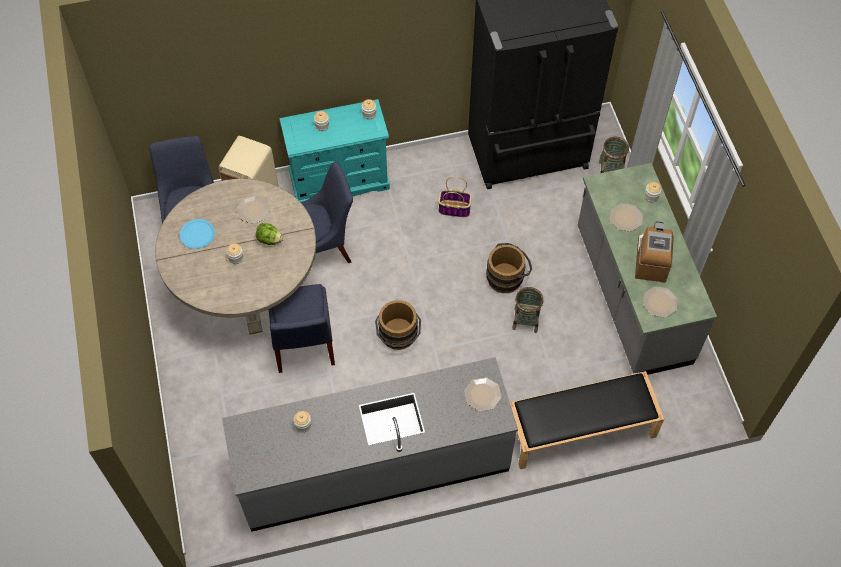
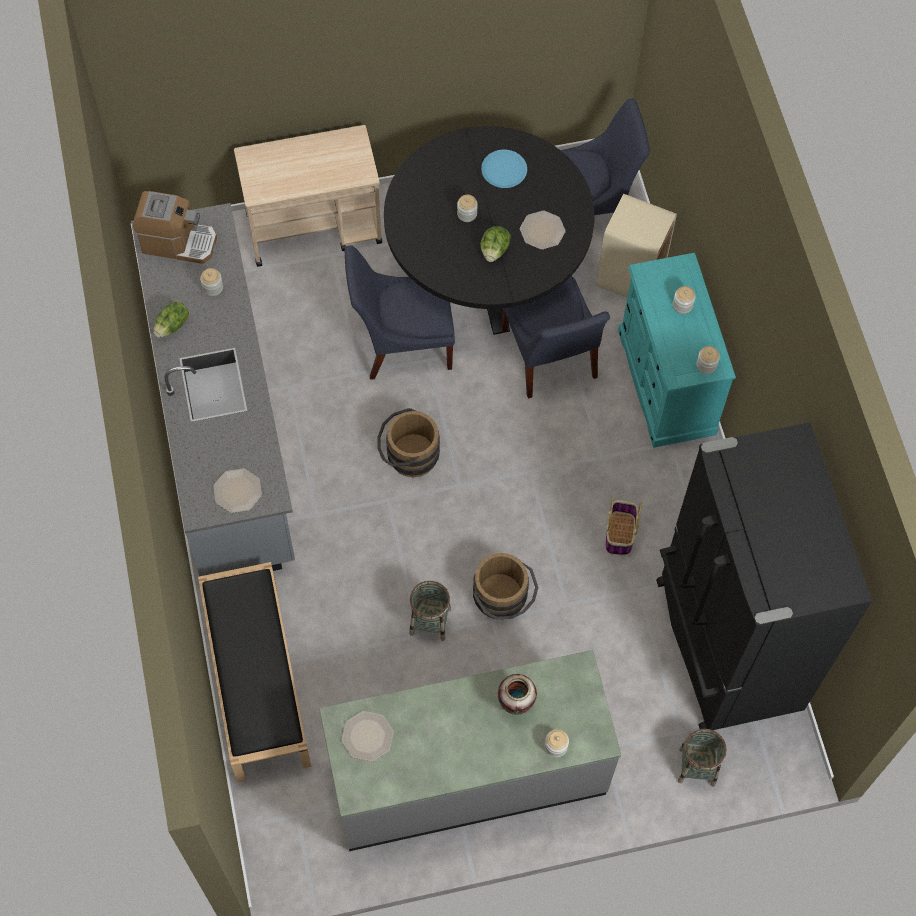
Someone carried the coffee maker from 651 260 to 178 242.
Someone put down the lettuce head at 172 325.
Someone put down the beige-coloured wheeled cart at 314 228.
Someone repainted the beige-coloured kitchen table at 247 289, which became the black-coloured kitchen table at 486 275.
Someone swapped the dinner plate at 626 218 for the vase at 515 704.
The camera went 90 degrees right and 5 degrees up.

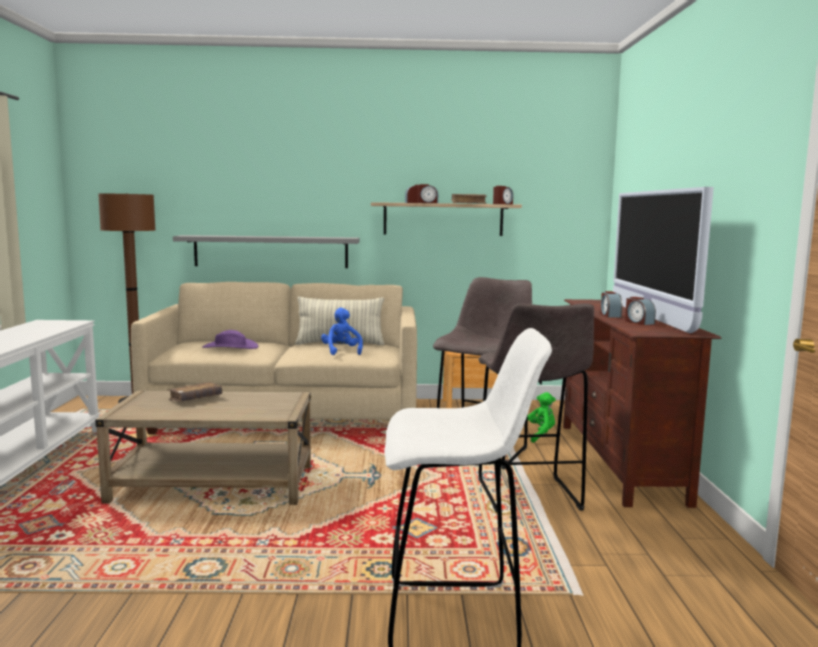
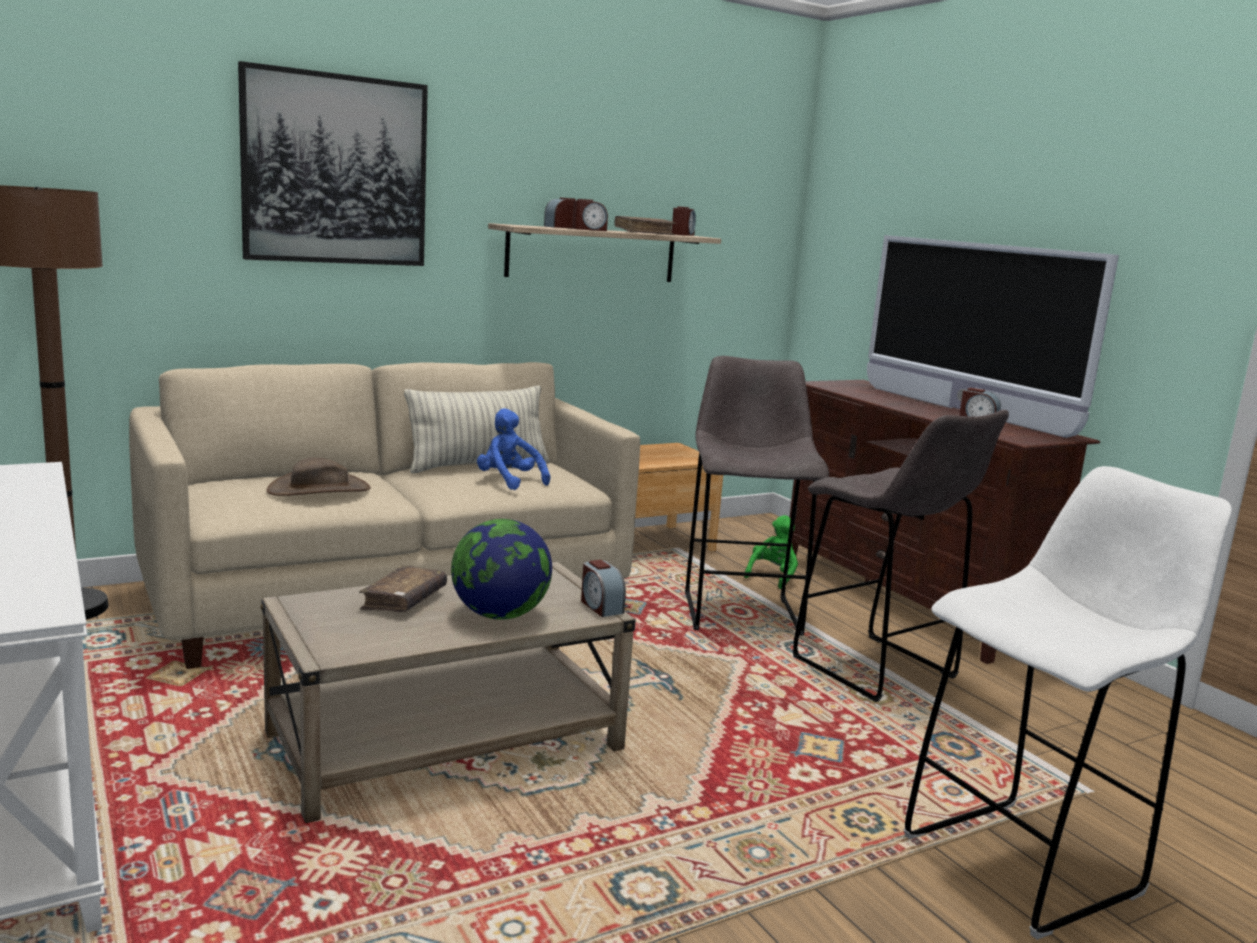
Someone put up the picture at 335 170.
Someone repainted the purplish hat at 230 347, which became the brownish hat at 319 490.
Someone put down the desk globe at 499 615.
Someone carried the bedside clock from 610 315 to 600 606.
Someone took away the grey wall shelf at 271 251.
The camera went 30 degrees left and 5 degrees up.

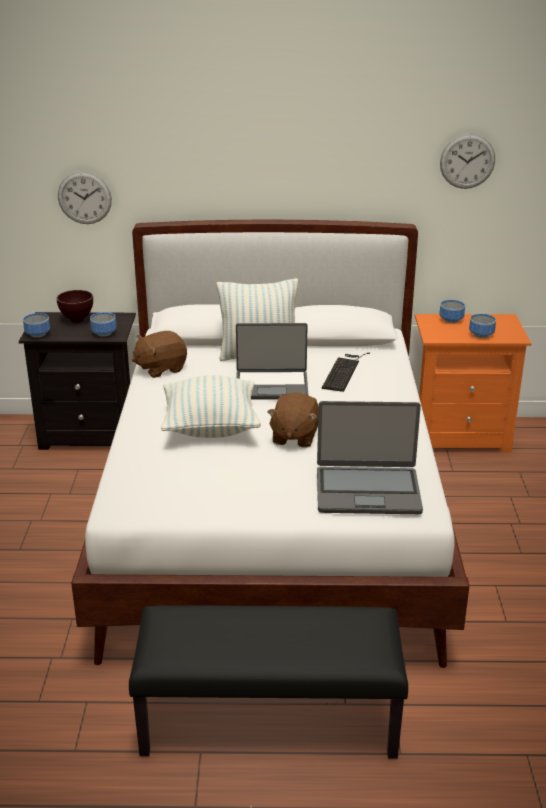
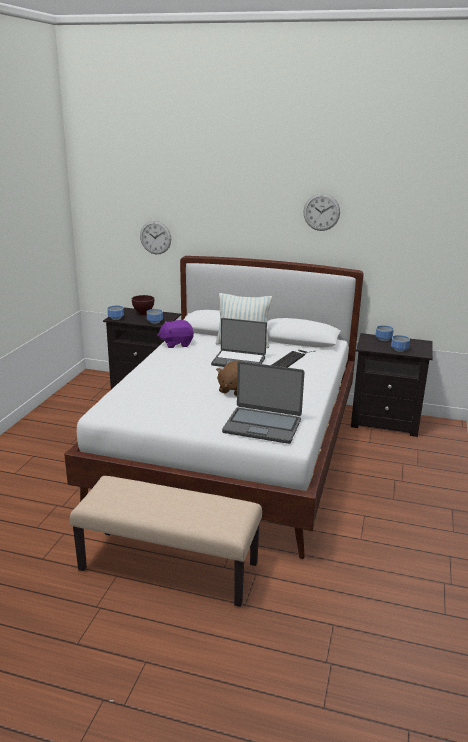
Someone repainted the black-coloured bench at 270 719, which became the beige-coloured bench at 169 566.
Someone repainted the brownish soft toy at 160 368, which became the purplish soft toy at 176 344.
Someone carried the clock on the wall from 467 161 to 321 212.
Someone repainted the orange-coloured nightstand at 460 435, which became the black-coloured nightstand at 385 421.
Someone took away the pillow at 210 428.
The camera went 15 degrees right and 5 degrees down.

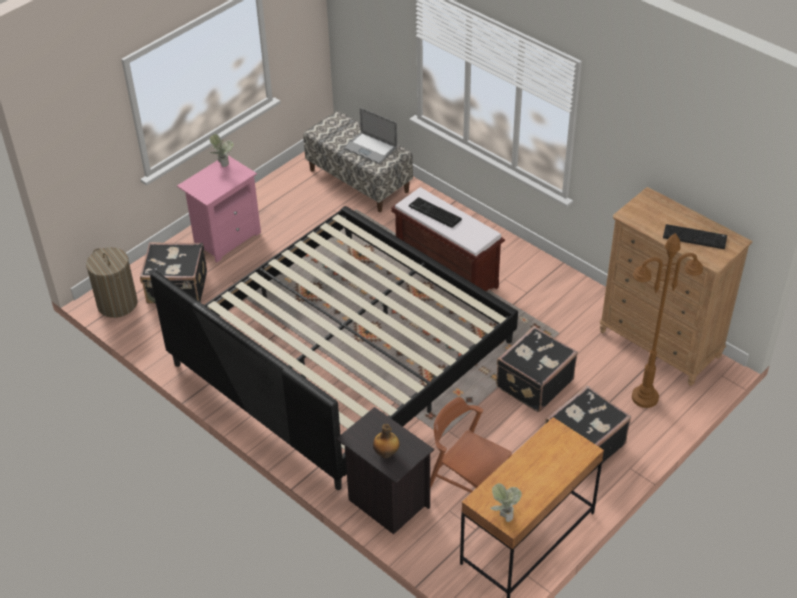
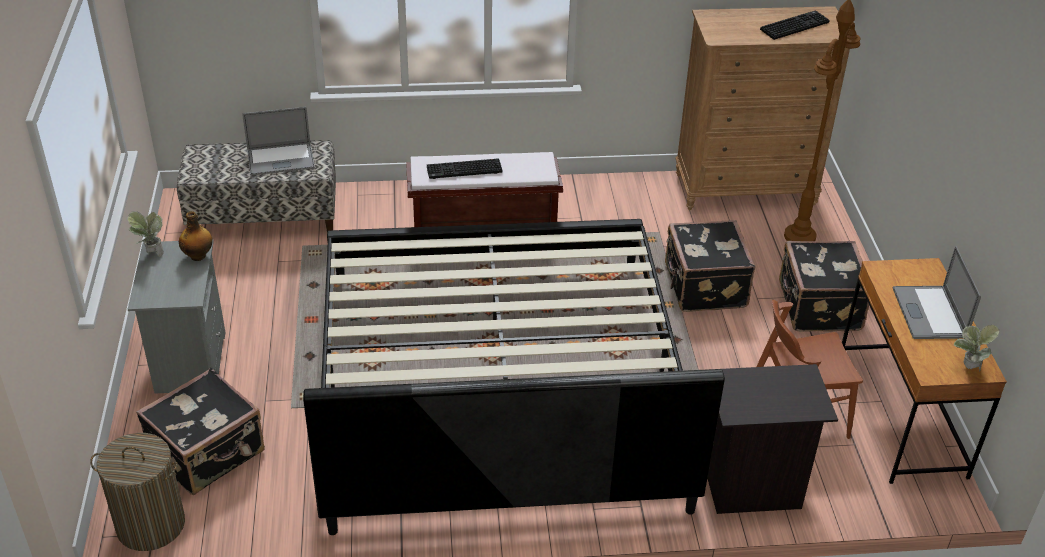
Someone repainted the pink-coloured nightstand at 226 238, which became the grey nightstand at 189 363.
Someone carried the bottle from 386 453 to 198 256.
Someone put down the laptop at 929 313.
The camera went 50 degrees left and 5 degrees down.

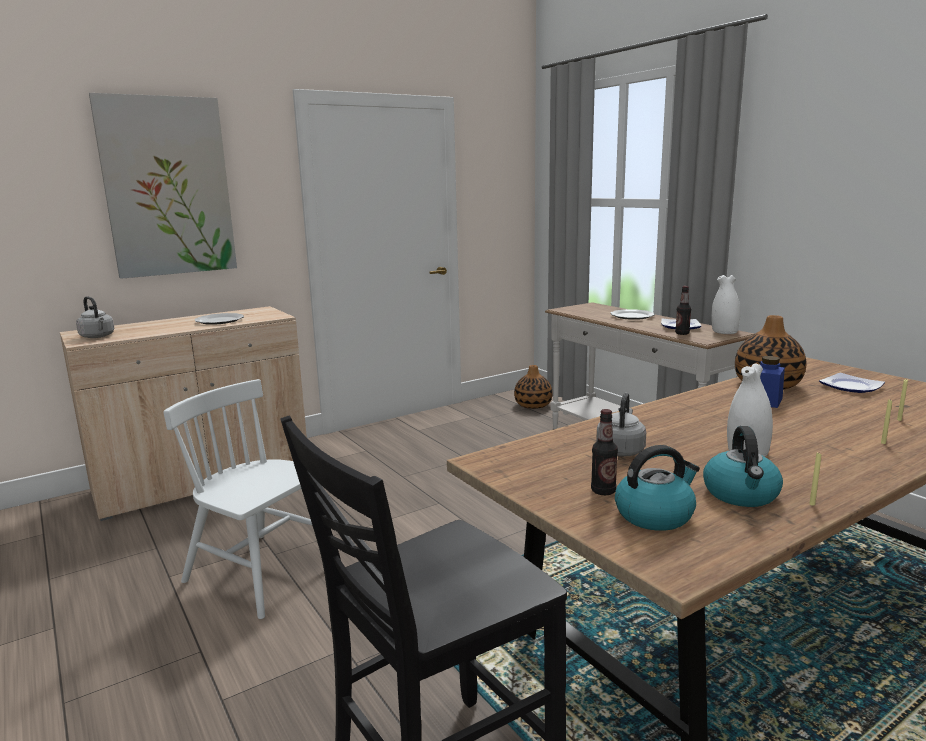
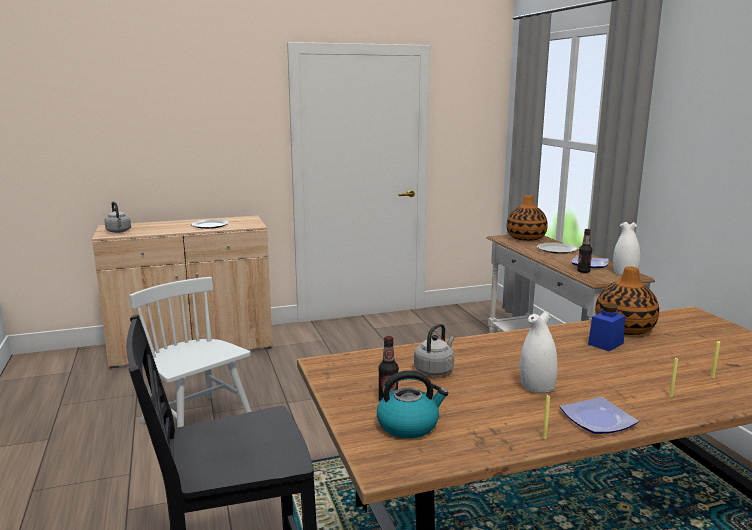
Someone carried the vase from 533 405 to 526 238.
Someone carried the dinner plate from 850 386 to 597 419.
Someone took away the picture at 167 187.
Someone took away the kettle at 741 494.
The camera went 15 degrees right and 0 degrees up.

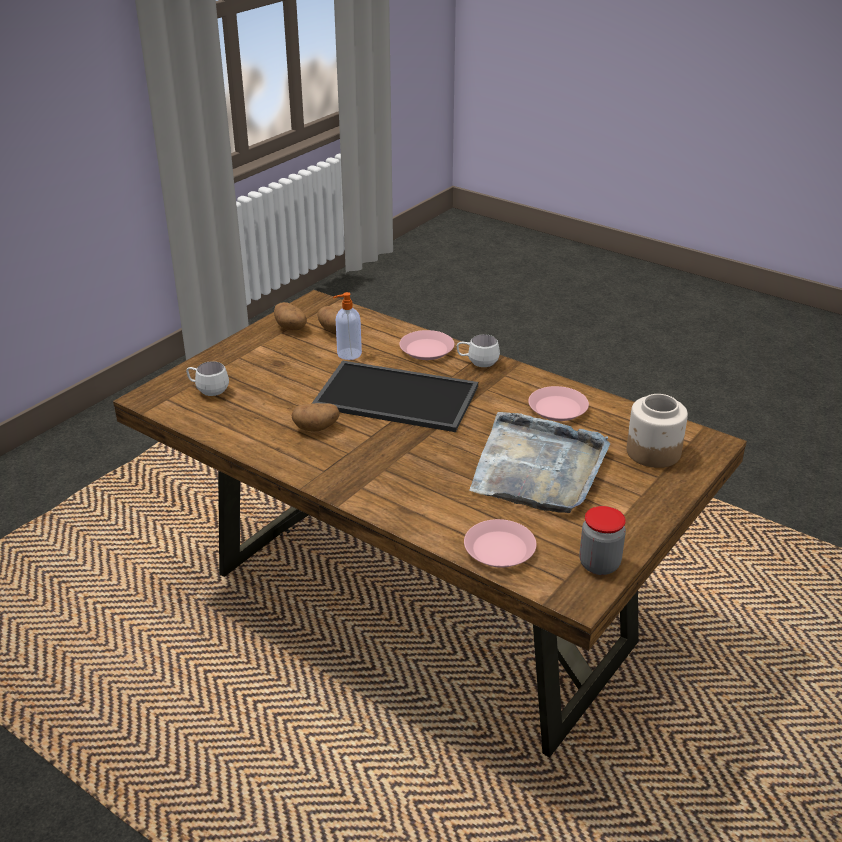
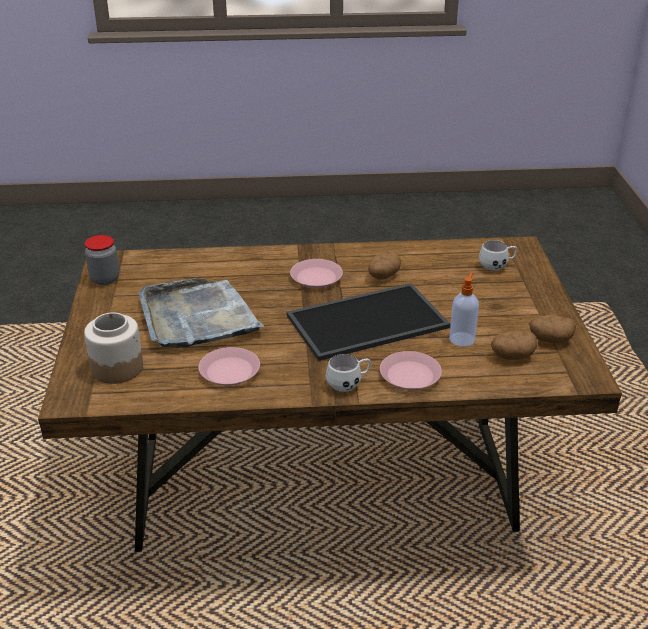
Someone carried the pink-coloured dinner plate from 499 549 to 316 277.
The camera went 140 degrees right and 0 degrees up.

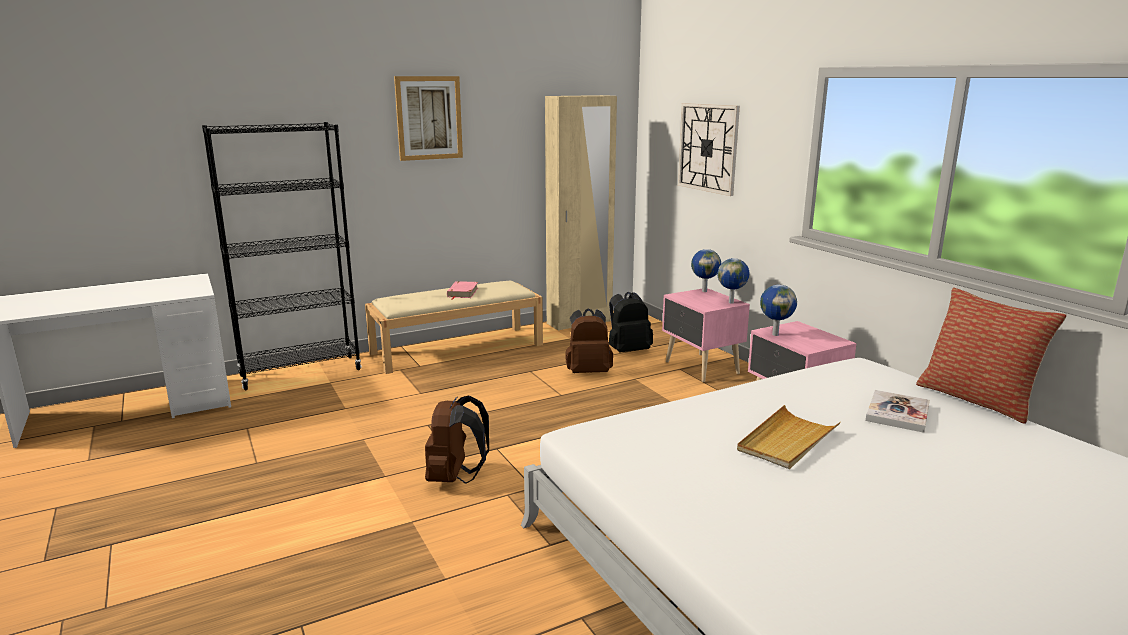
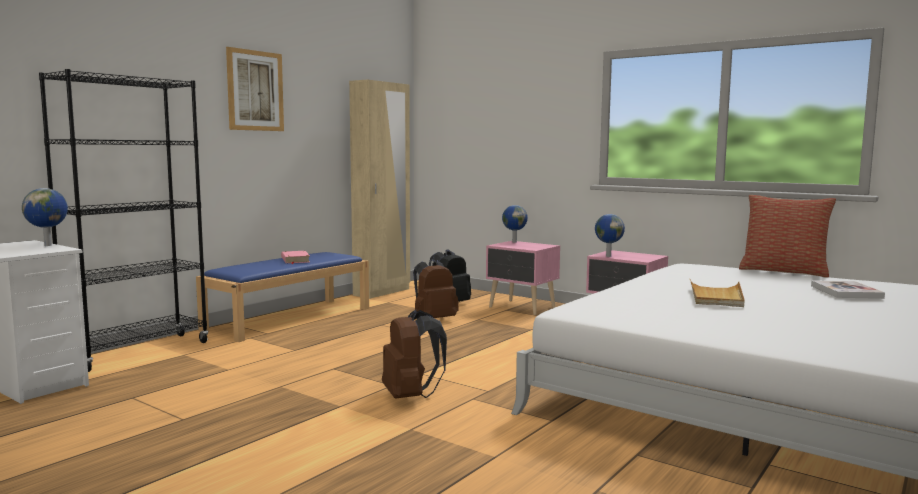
Someone carried the desk globe from 731 302 to 49 245.
Someone repainted the beige-coloured bench at 458 348, which became the blue bench at 290 318.
Someone carried the volume from 897 413 to 846 292.
Someone took away the clock on the wall at 708 148.
The camera went 25 degrees left and 10 degrees down.

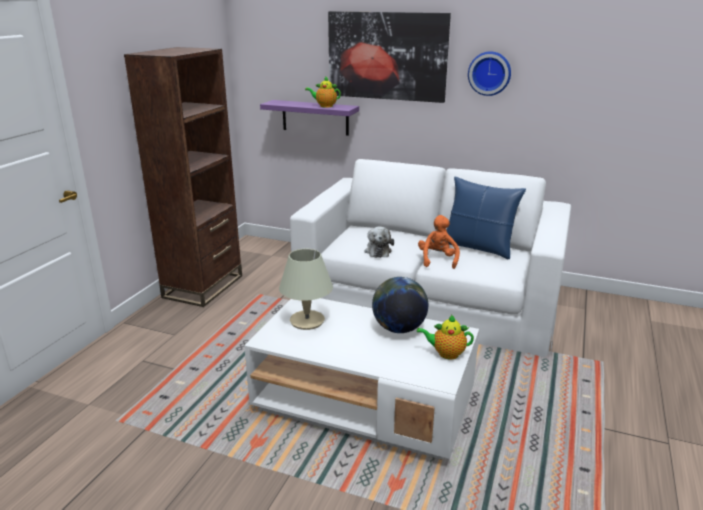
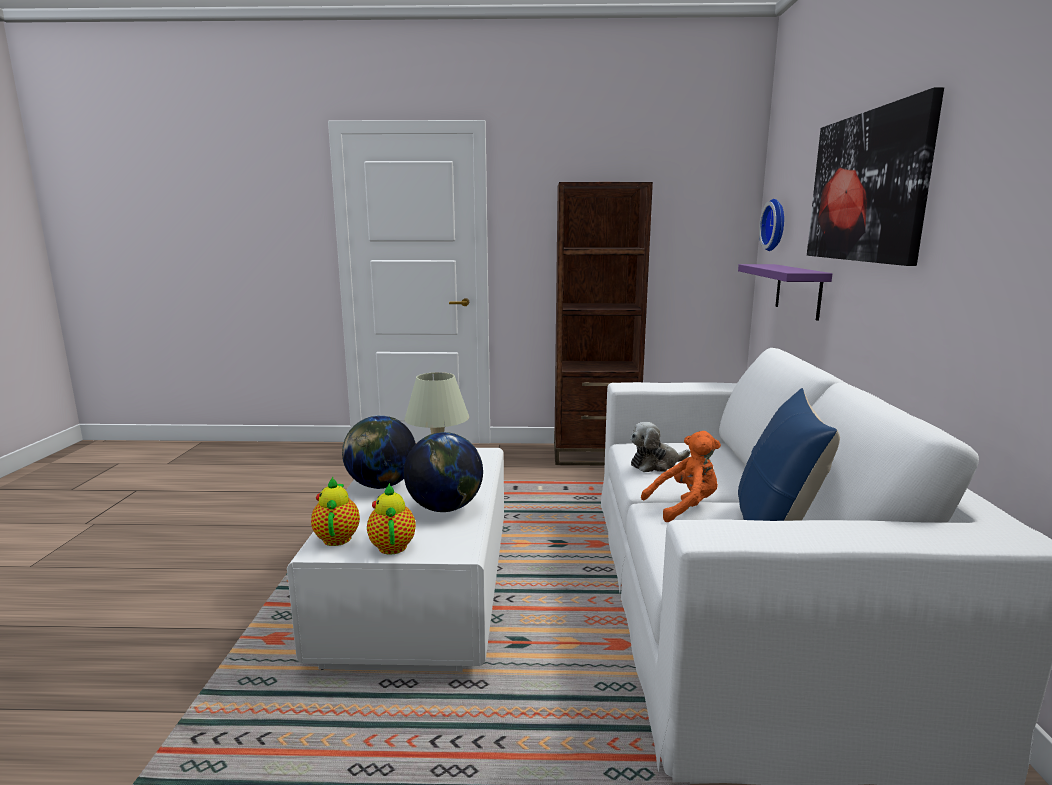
Someone carried the teapot from 324 106 to 337 537.
Someone put down the desk globe at 381 486.
Someone carried the clock on the wall from 489 73 to 776 225.
The camera went 70 degrees right and 10 degrees down.

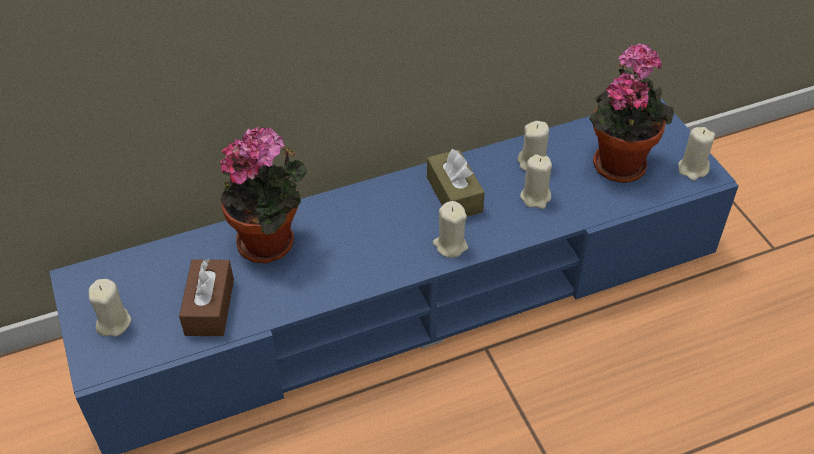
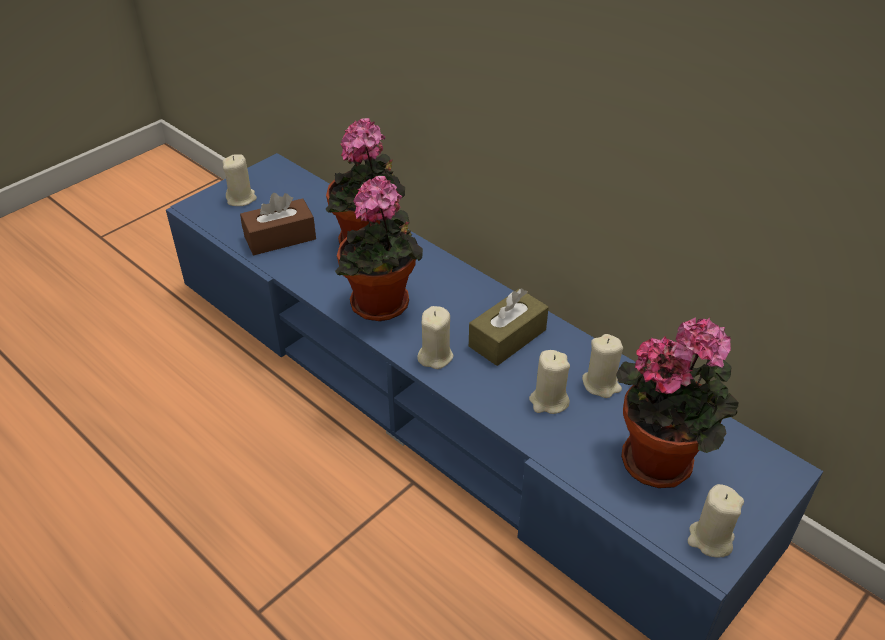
Someone put down the potted plant at 382 307.
The camera went 65 degrees right and 5 degrees down.

